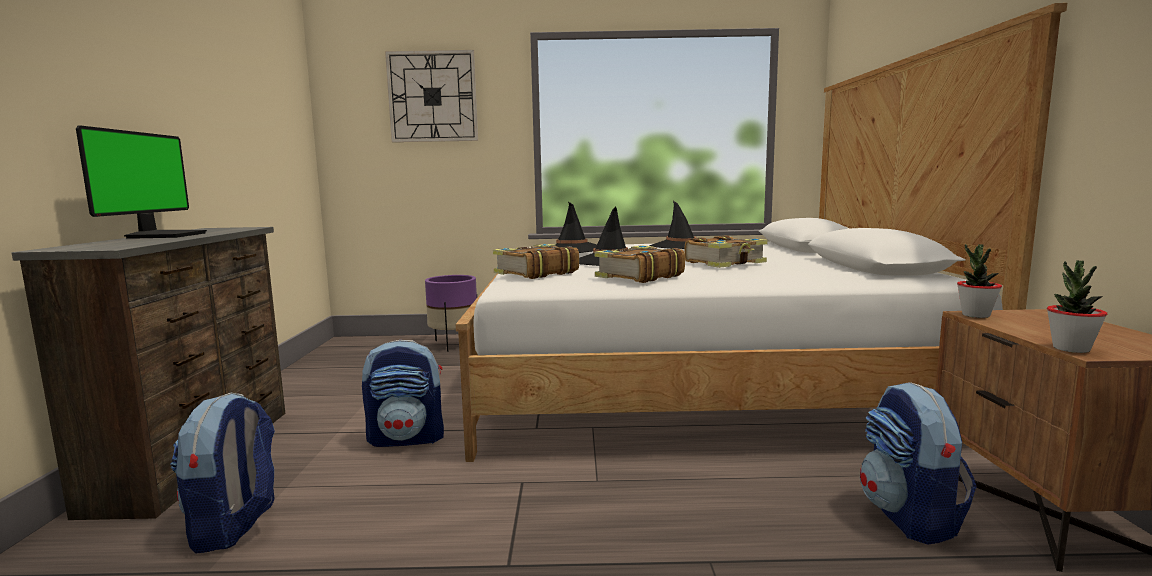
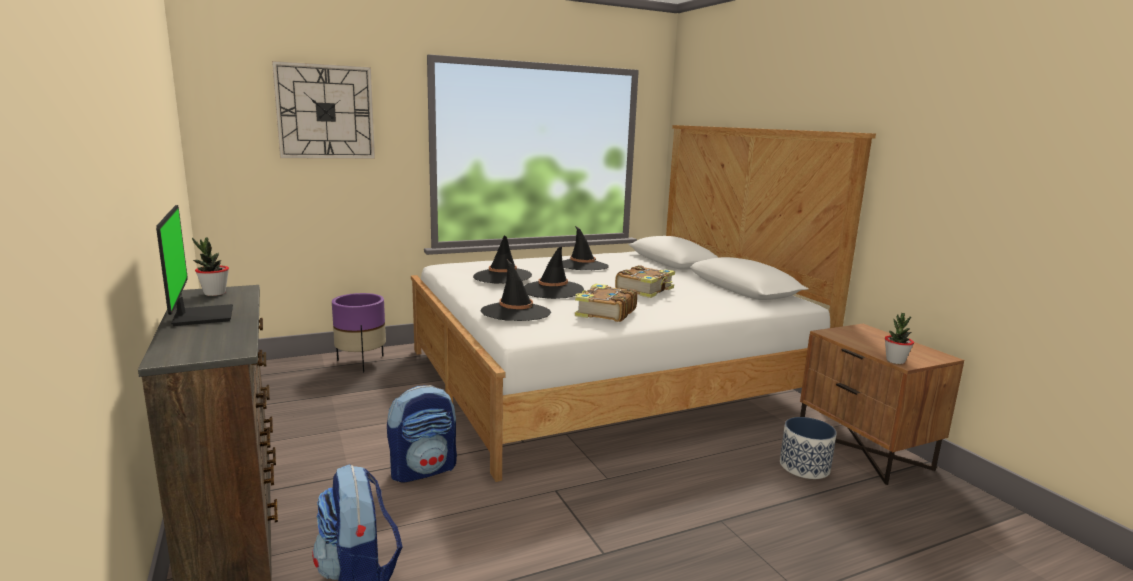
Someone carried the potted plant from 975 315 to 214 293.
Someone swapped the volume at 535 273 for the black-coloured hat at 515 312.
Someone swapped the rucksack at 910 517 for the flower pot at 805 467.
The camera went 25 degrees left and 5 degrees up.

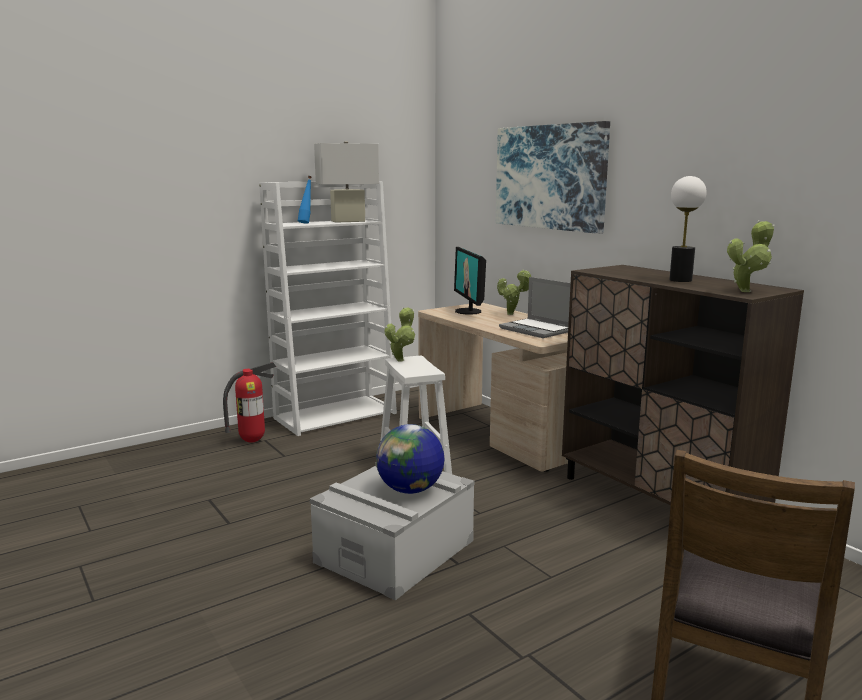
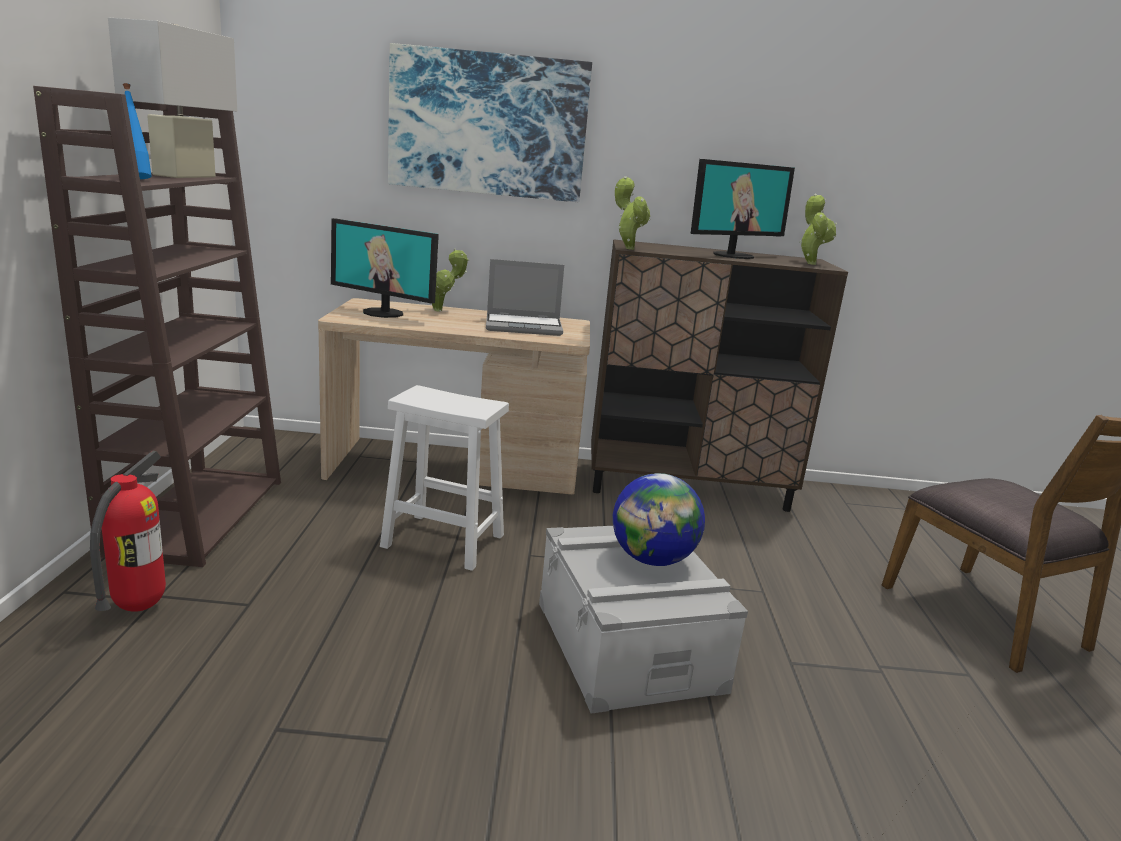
Someone repainted the whitish bookshelf at 336 415, which became the brownish bookshelf at 197 514.
Someone carried the potted plant from 401 359 to 627 248.
Someone swapped the tabletop lamp at 681 280 for the monitor at 732 255.
The camera went 55 degrees left and 5 degrees up.

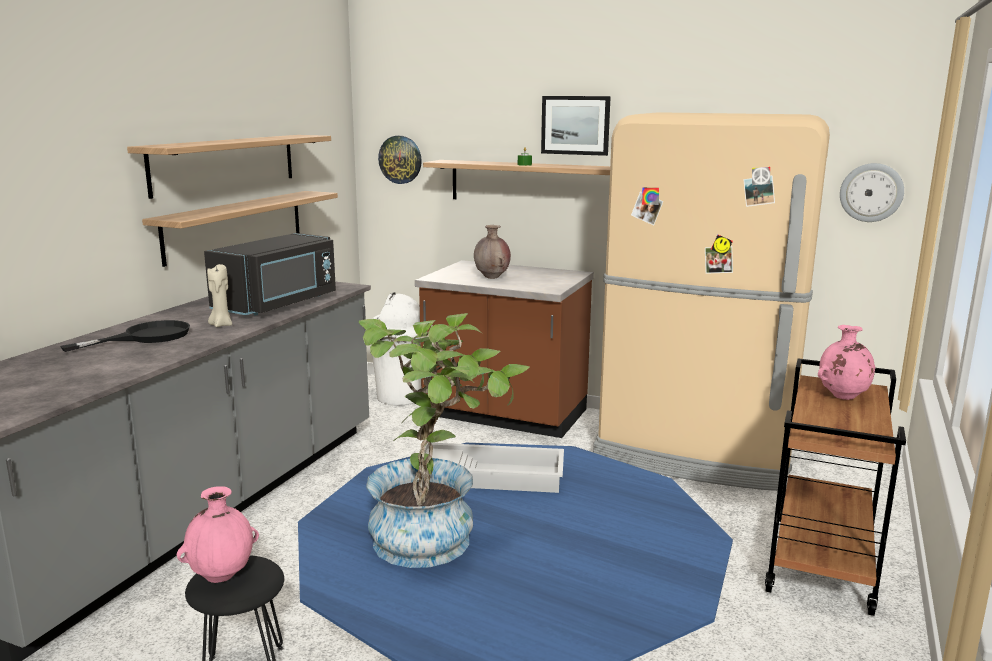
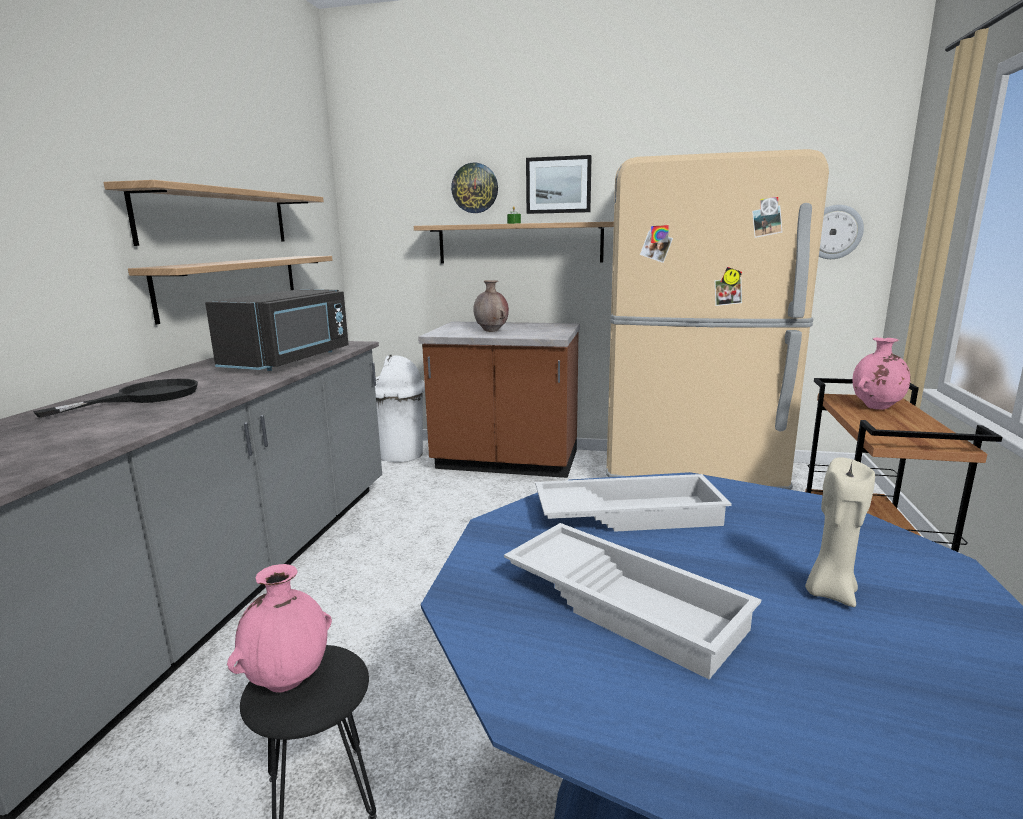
Someone carried the clock on the wall from 400 159 to 475 188.
Someone swapped the potted plant at 437 537 for the whitish tray at 626 603.
Someone carried the beige-coloured wax light from 221 325 to 830 592.
The camera went 10 degrees left and 0 degrees up.

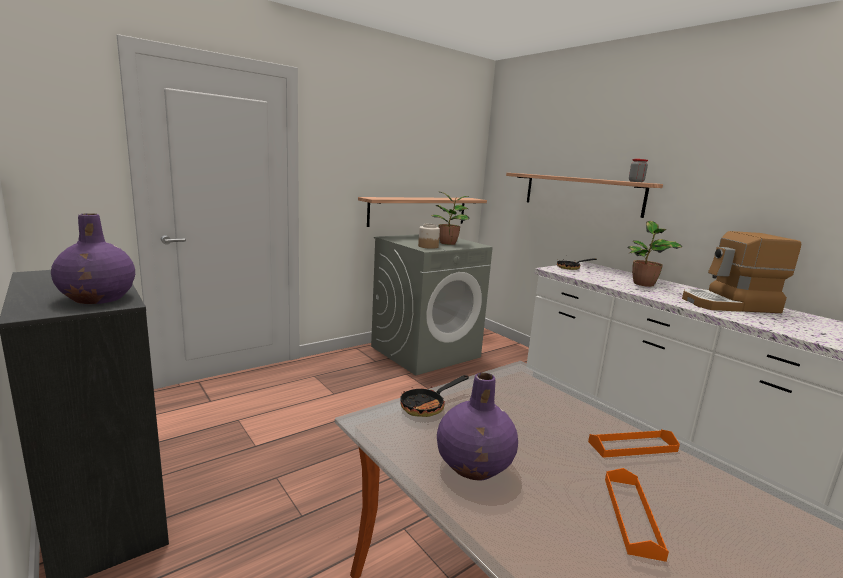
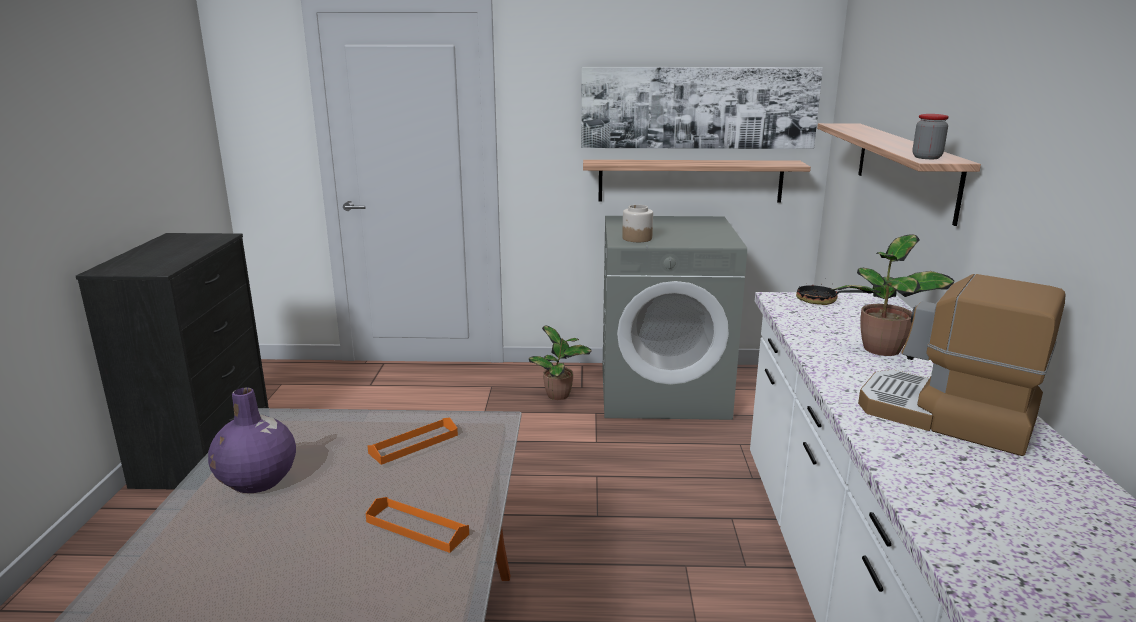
Someone carried the orange-coloured tray from 632 516 to 414 444.
Someone carried the potted plant from 449 243 to 559 395.
Someone put up the picture at 698 108.
Someone took away the purplish vase at 99 298.
Someone took away the frying pan at 428 406.
The camera went 40 degrees right and 5 degrees up.

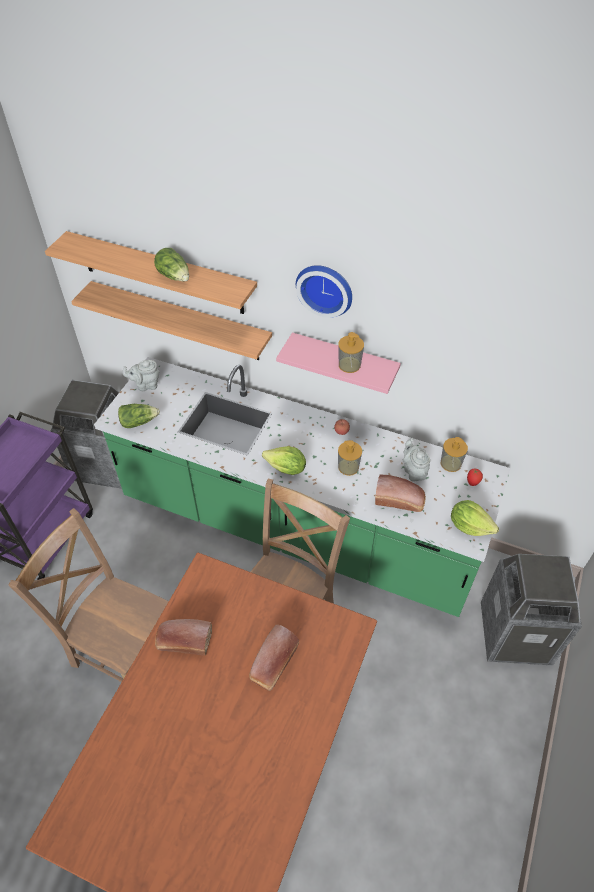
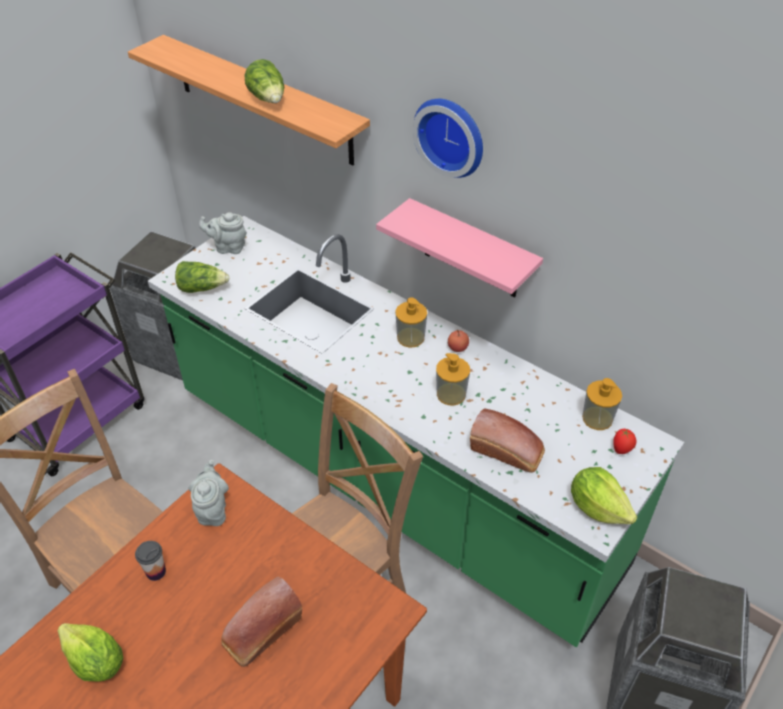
Someone carried the lettuce head from 286 469 to 96 662.
Someone swapped the bread at 183 641 for the small cup at 156 572.
Someone carried the grey teapot from 414 471 to 212 510.
Someone carried the soap bottle from 349 365 to 410 337.
Someone took away the wall shelf at 181 321.
The camera went 15 degrees right and 5 degrees down.

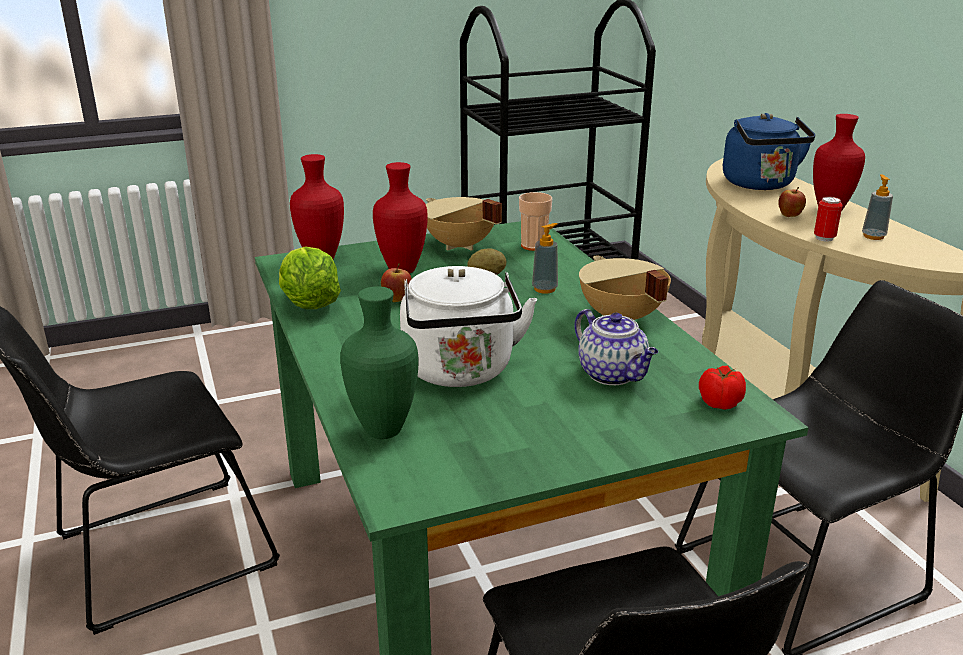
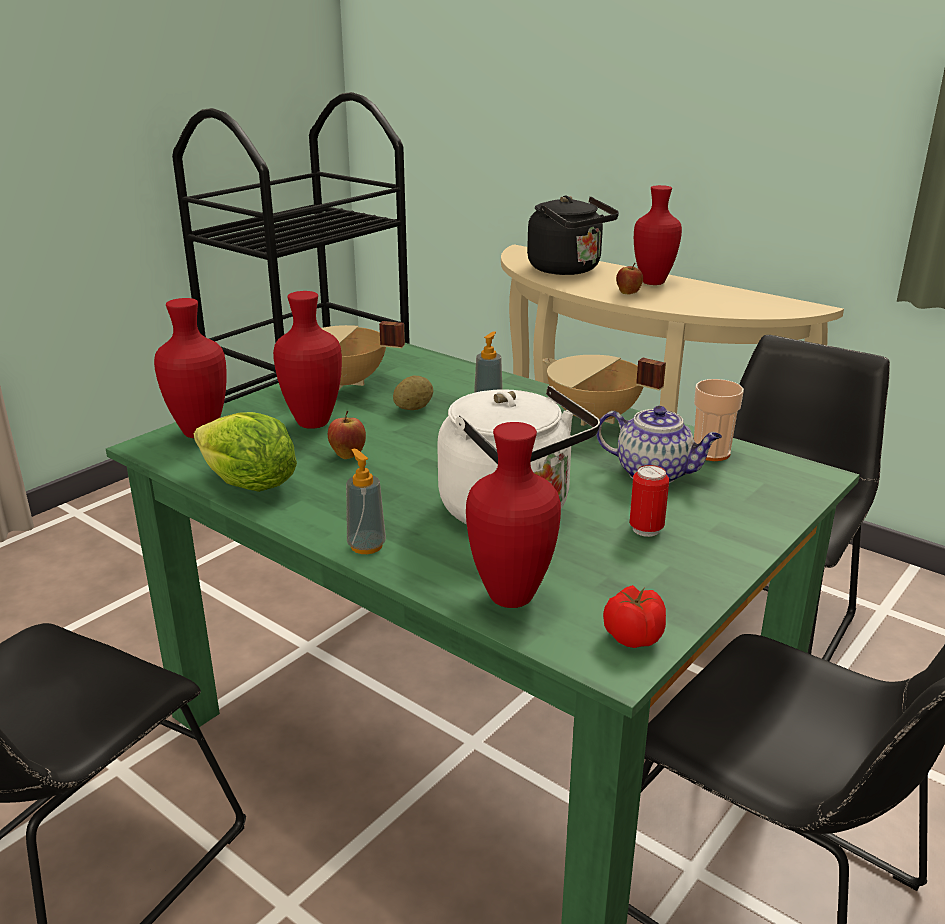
Someone carried the soap bottle from 873 236 to 366 546.
Someone repainted the greenish vase at 383 432, which became the red vase at 513 598.
Someone repainted the blue kettle at 760 185, which became the black-coloured kettle at 568 269.
Someone carried the tomato from 719 402 to 632 636.
Someone carried the can from 824 238 to 646 529.
Someone carried the small cup from 534 246 to 711 453.
The camera went 30 degrees left and 0 degrees up.

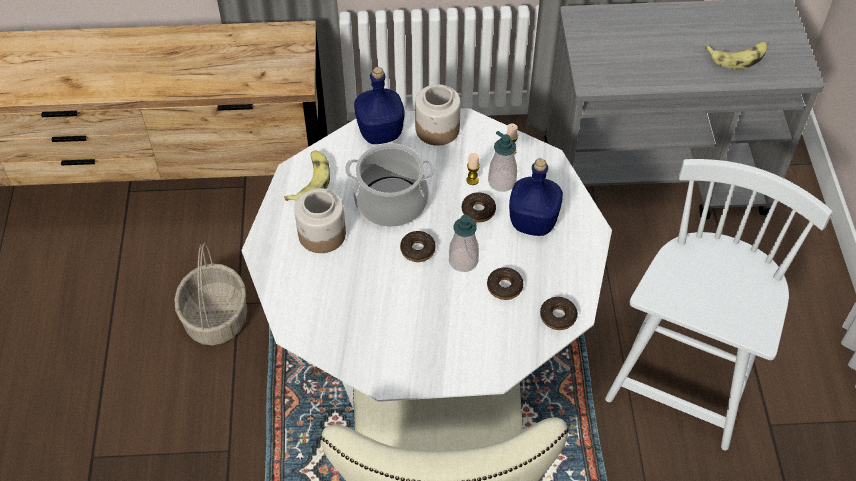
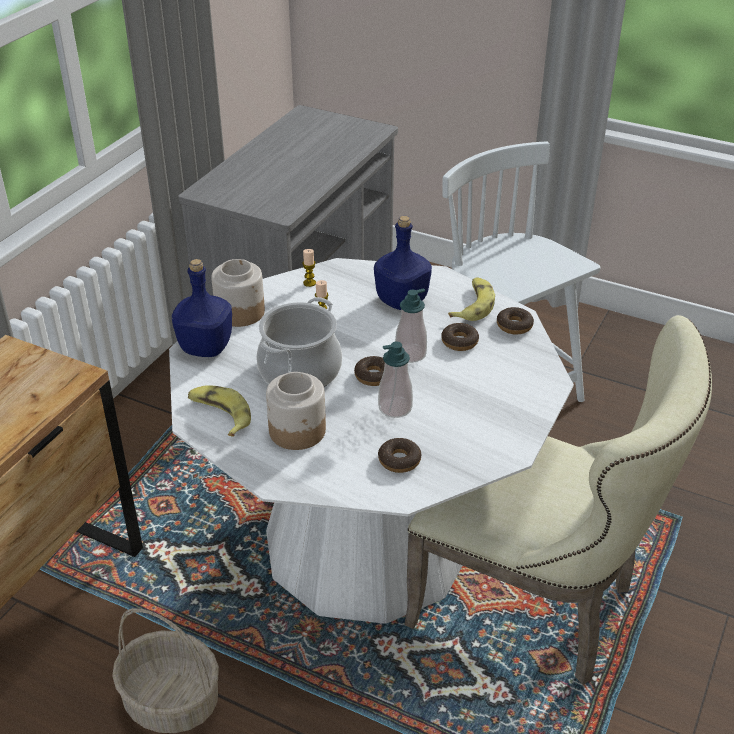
Someone carried the soap bottle from 502 182 to 395 408.
Someone carried the donut from 478 211 to 399 460.
Someone carried the banana from 738 57 to 473 305.
The camera went 60 degrees left and 15 degrees down.

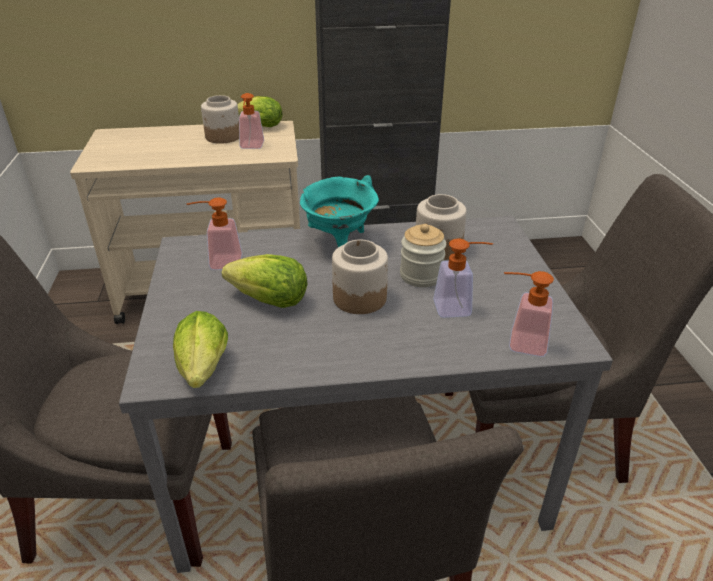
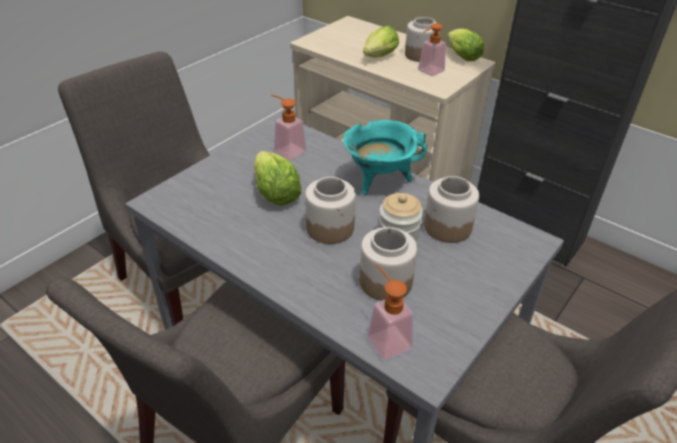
Someone swapped the soap bottle at 459 308 for the preserve jar at 385 281.
Someone carried the lettuce head from 203 372 to 378 57.
The camera went 45 degrees right and 5 degrees up.

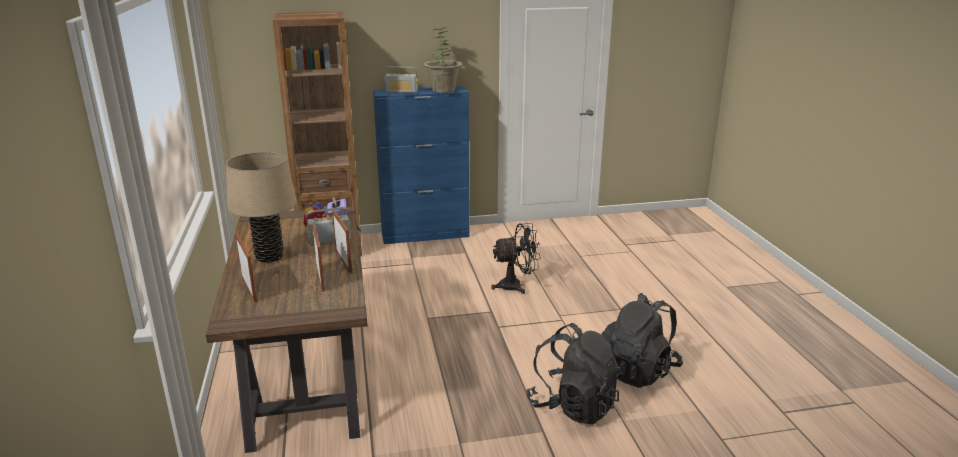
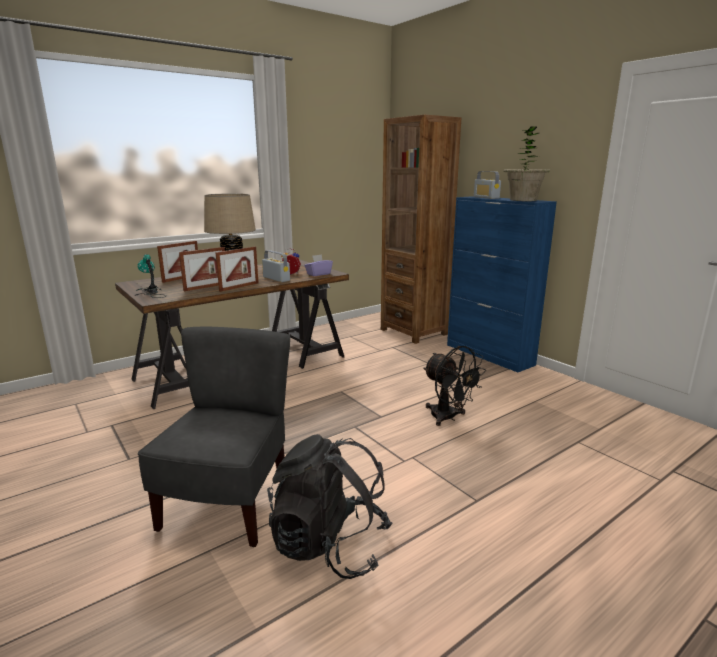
Someone put down the tabletop lamp at 150 292.
Someone swapped the black-coloured rucksack at 573 406 for the grey upright chair at 228 504.
The camera went 65 degrees right and 5 degrees down.

